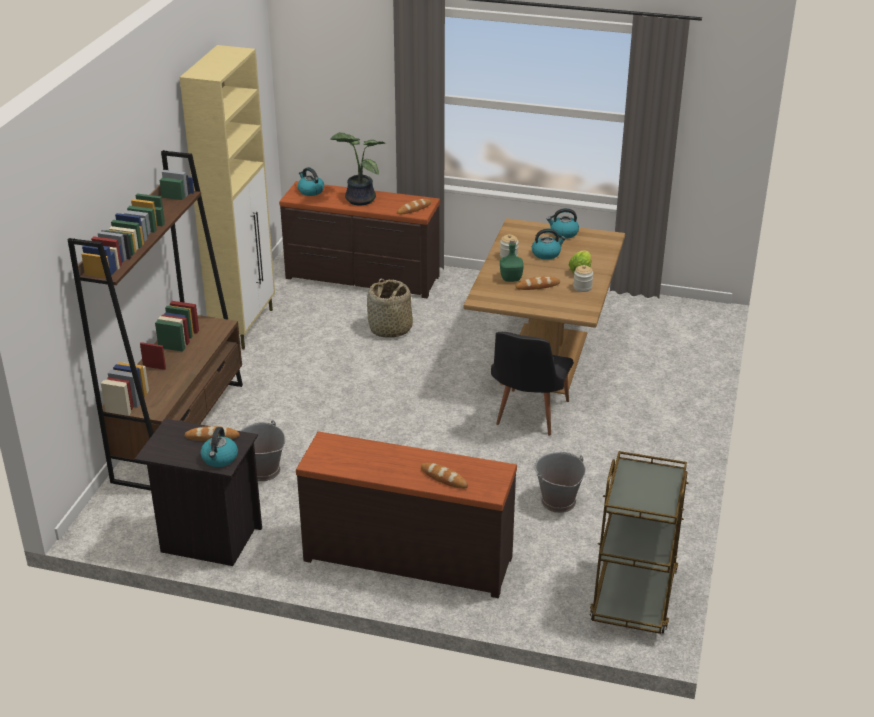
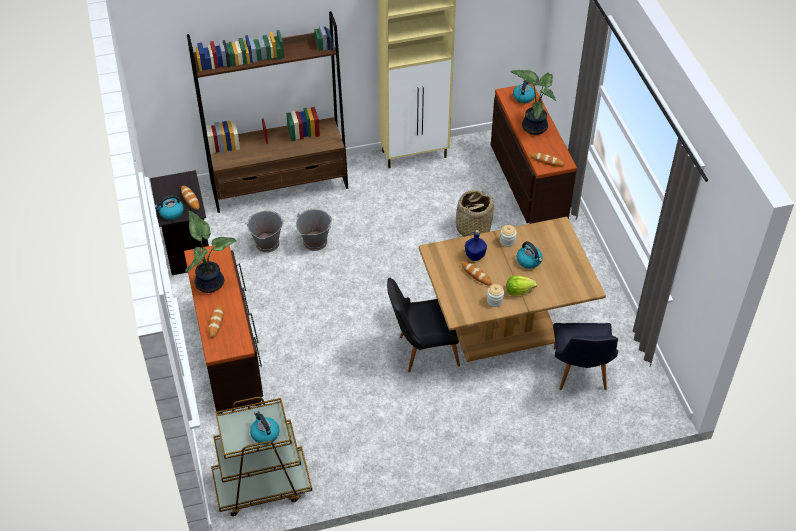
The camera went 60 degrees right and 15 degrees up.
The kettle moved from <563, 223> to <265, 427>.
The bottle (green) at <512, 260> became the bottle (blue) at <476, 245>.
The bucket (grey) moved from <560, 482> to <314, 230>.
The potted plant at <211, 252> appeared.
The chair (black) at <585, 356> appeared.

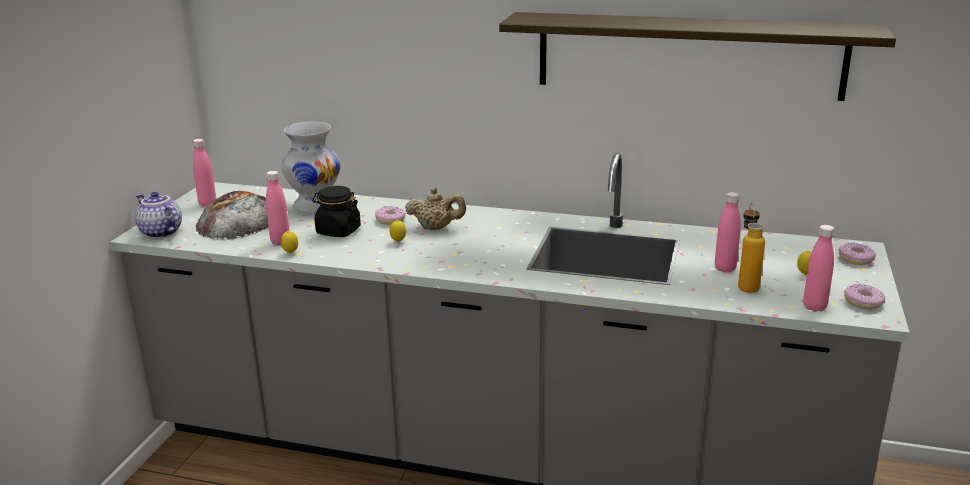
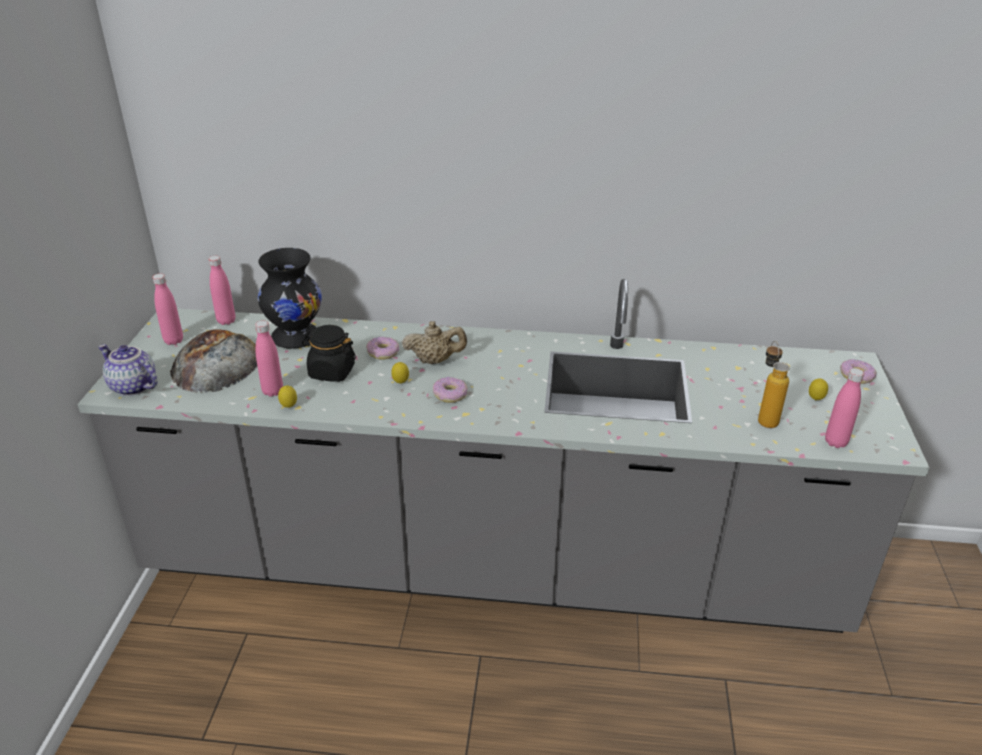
The camera went 10 degrees left and 10 degrees up.
The shelf at <697, 56> disappeared.
The vase (white) at <311, 167> became the vase (black) at <290, 298>.
The bottle (pink) moved from <728, 232> to <221, 290>.
The donut moved from <864, 296> to <450, 390>.

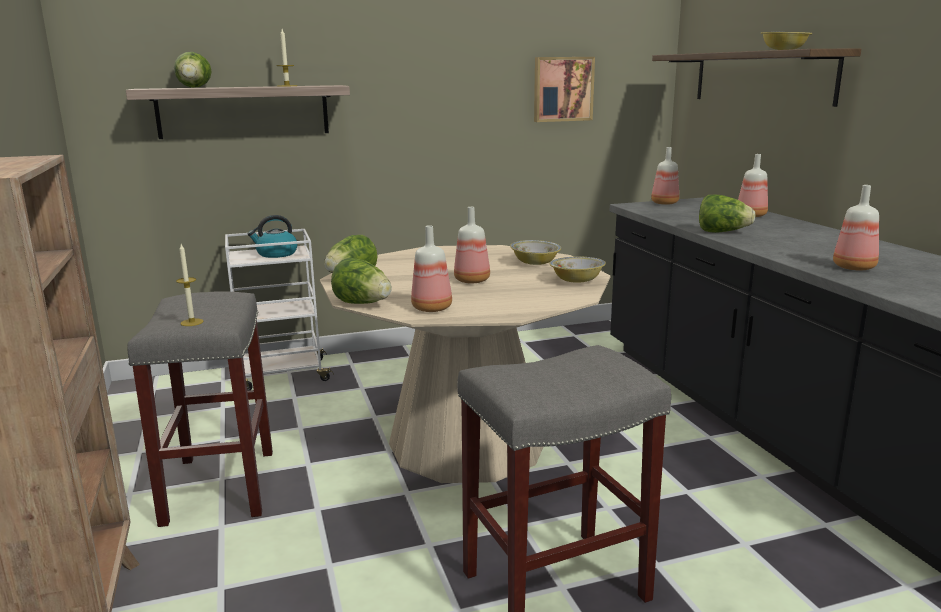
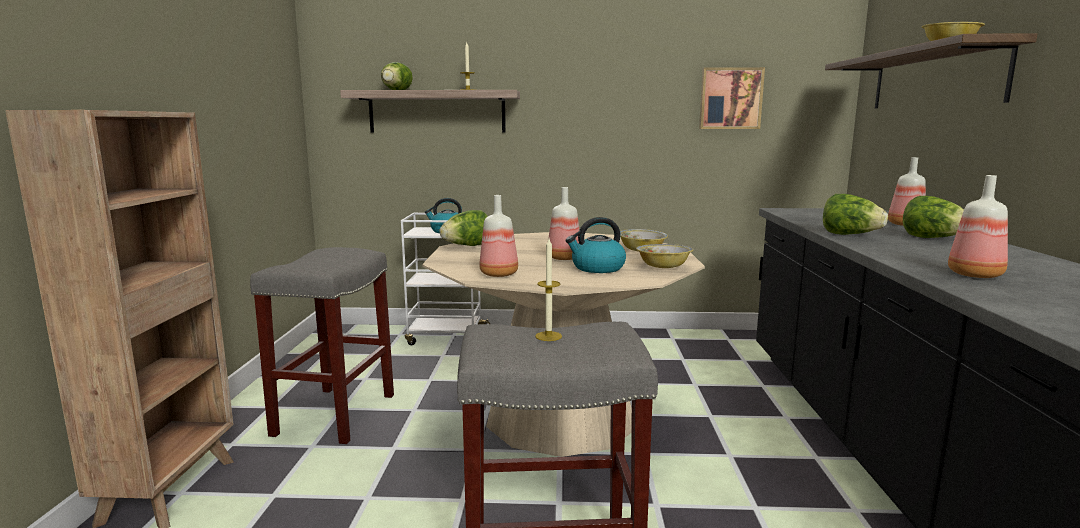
The camera went 20 degrees right and 5 degrees down.
The bottle at <665, 176> disappeared.
The candle moved from <190, 285> to <548, 290>.
The lettuce moved from <361, 281> to <933, 217>.
The kettle at <596, 245> appeared.

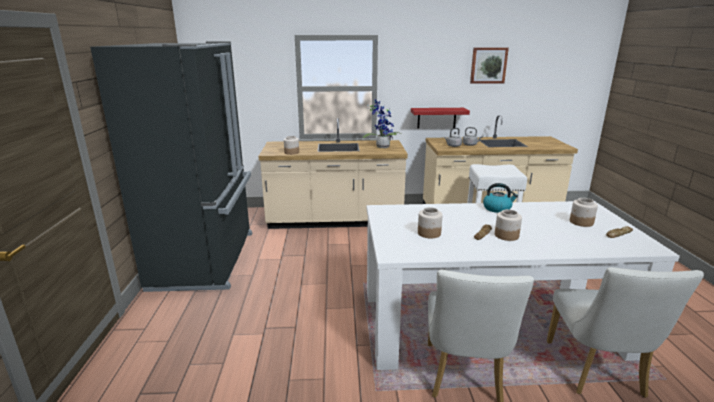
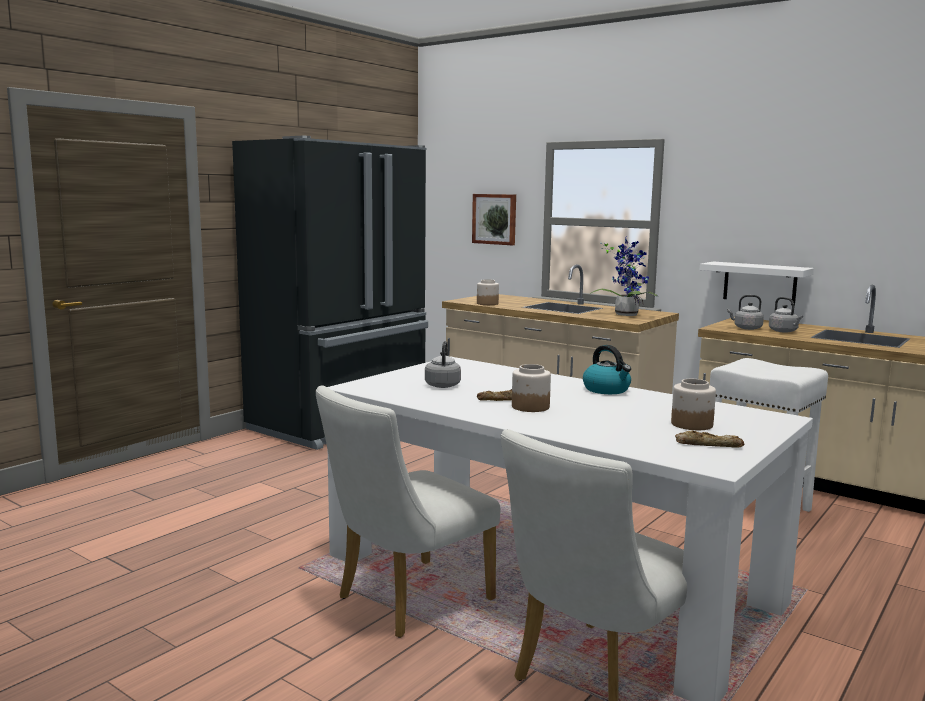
The camera went 40 degrees right and 10 degrees down.
The picture moved from <489, 66> to <494, 219>.
The shelf (red) at <440, 118> became the shelf (white) at <757, 284>.
The jar at <430, 222> was replaced by the kettle (grey) at <443, 364>.

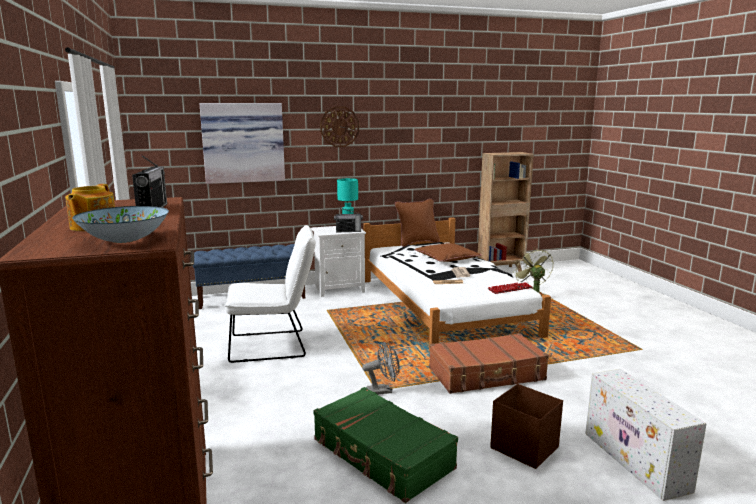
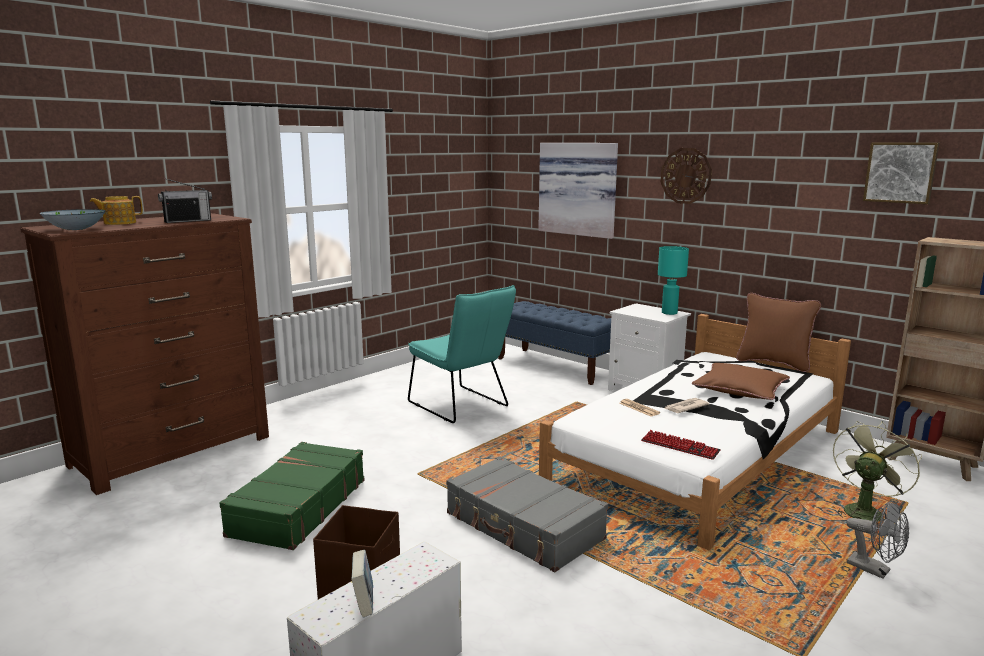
The camera went 60 degrees right and 0 degrees up.
The radio at <348, 219> disappeared.
The chair (white) at <270, 294> became the chair (turquoise) at <462, 354>.
The suitcase (brown) at <489, 363> became the suitcase (grey) at <527, 514>.
The fan (grey) moved from <381, 368> to <878, 540>.
The picture at <901, 173> appeared.
The book at <362, 583> appeared.

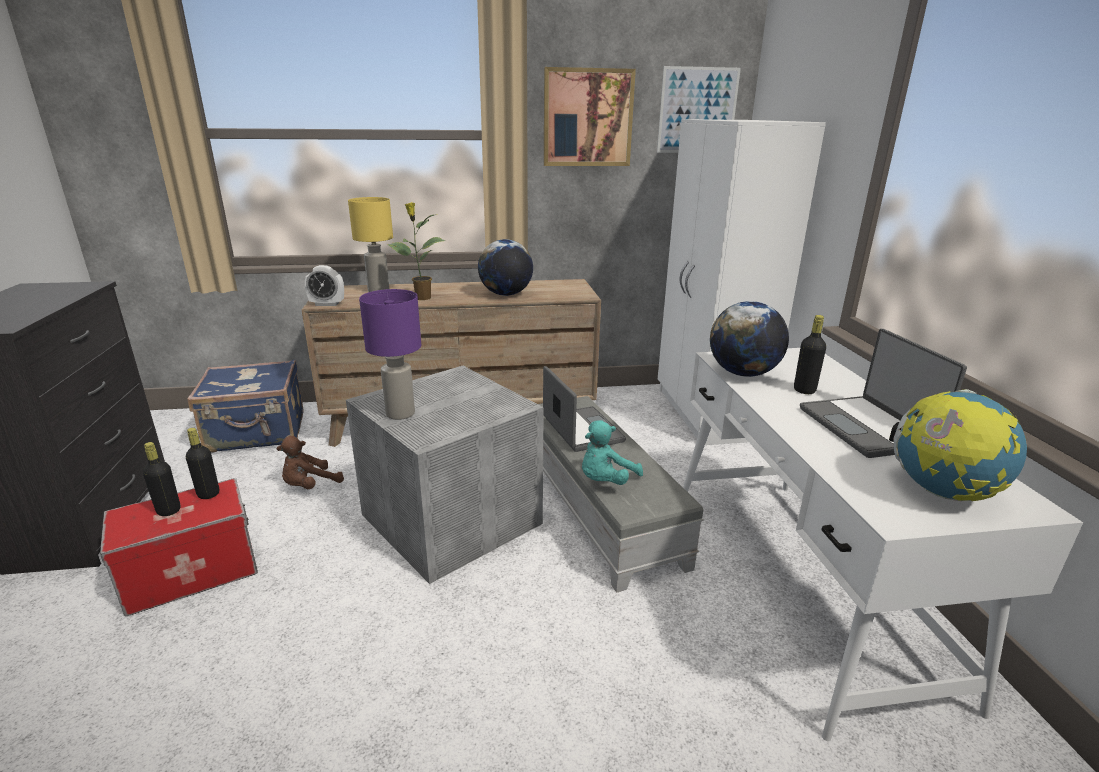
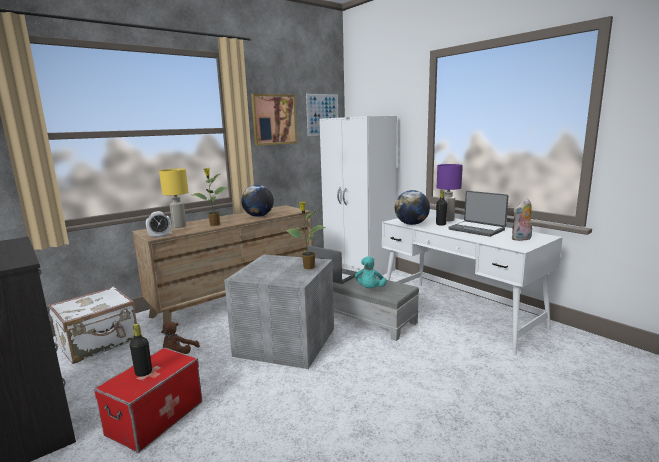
The camera went 30 degrees left and 10 degrees down.
The table lamp (purple) moved from <390, 354> to <450, 192>.
The suitcase (blue) at <246, 406> became the suitcase (white) at <92, 325>.
The globe at <958, 445> was replaced by the plush toy at <522, 220>.
The bottle (black) at <202, 463> disappeared.
The potted plant at <305, 235> appeared.

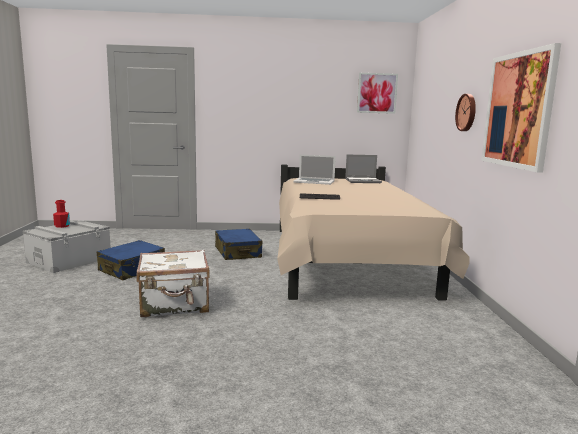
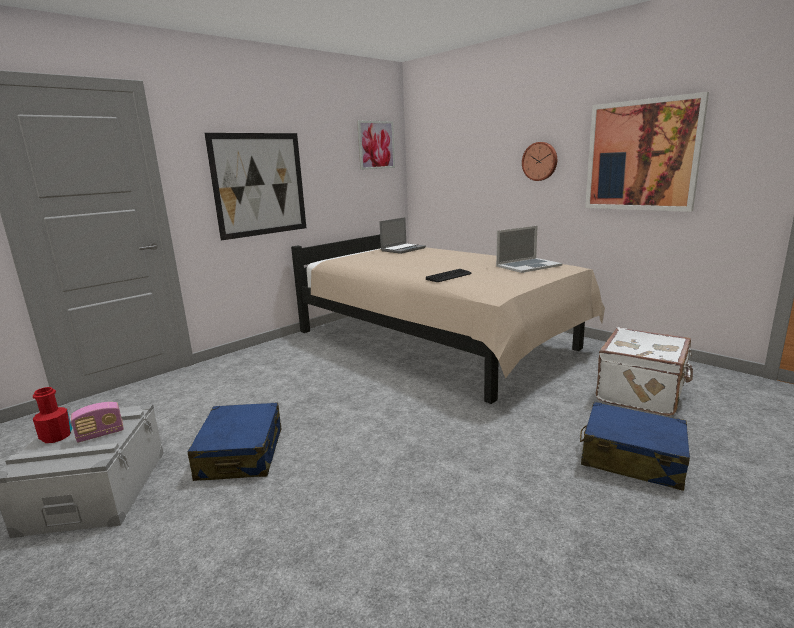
The camera went 40 degrees left and 5 degrees up.
The laptop moved from <314, 169> to <529, 249>.
The suitcase (blue) moved from <238, 244> to <635, 446>.
The suitcase (white) moved from <173, 283> to <644, 371>.
The picture at <255, 187> appeared.
The radio at <97, 422> appeared.

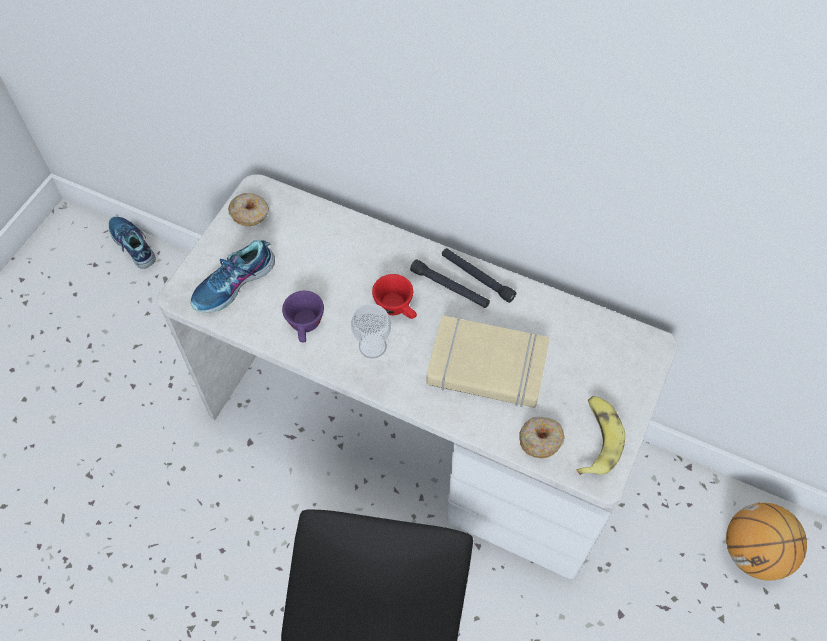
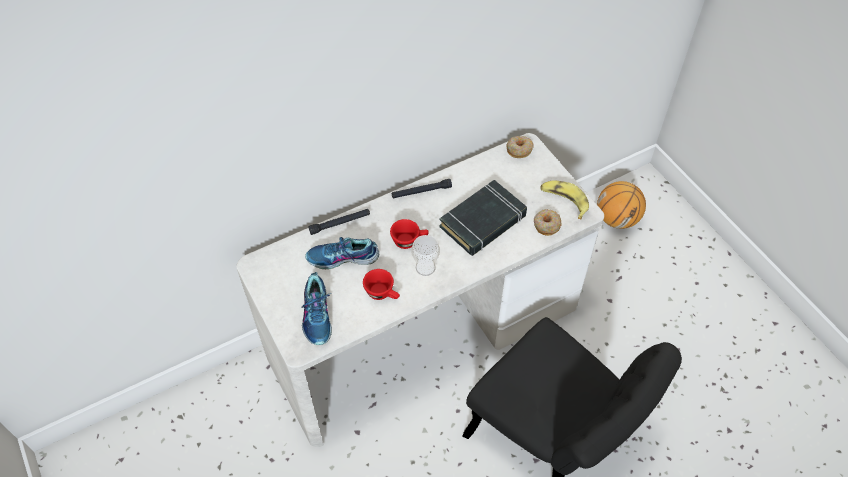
The camera went 55 degrees left and 5 degrees down.
The donut moved from <248, 209> to <520, 147>.
The shoe moved from <132, 243> to <342, 253>.
The flashlight (black) moved from <450, 283> to <339, 222>.
The cup (purple) at <303, 316> became the cup (red) at <381, 284>.
The book (beige) at <488, 361> became the book (black) at <483, 218>.

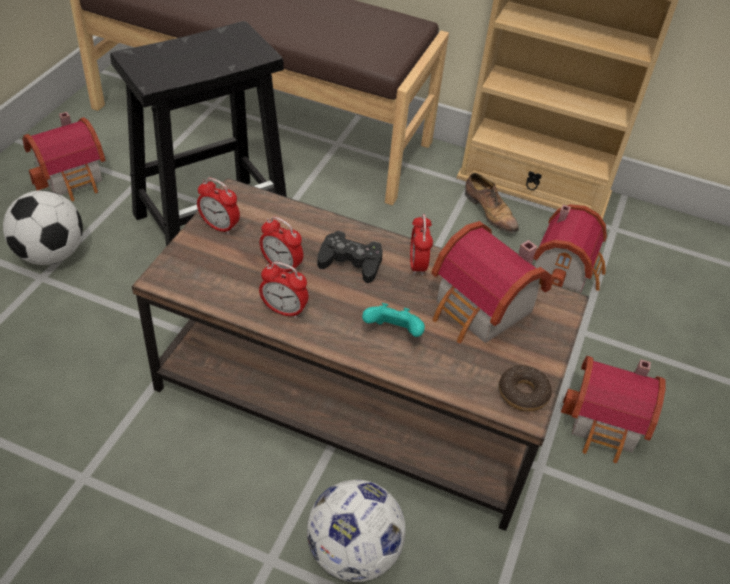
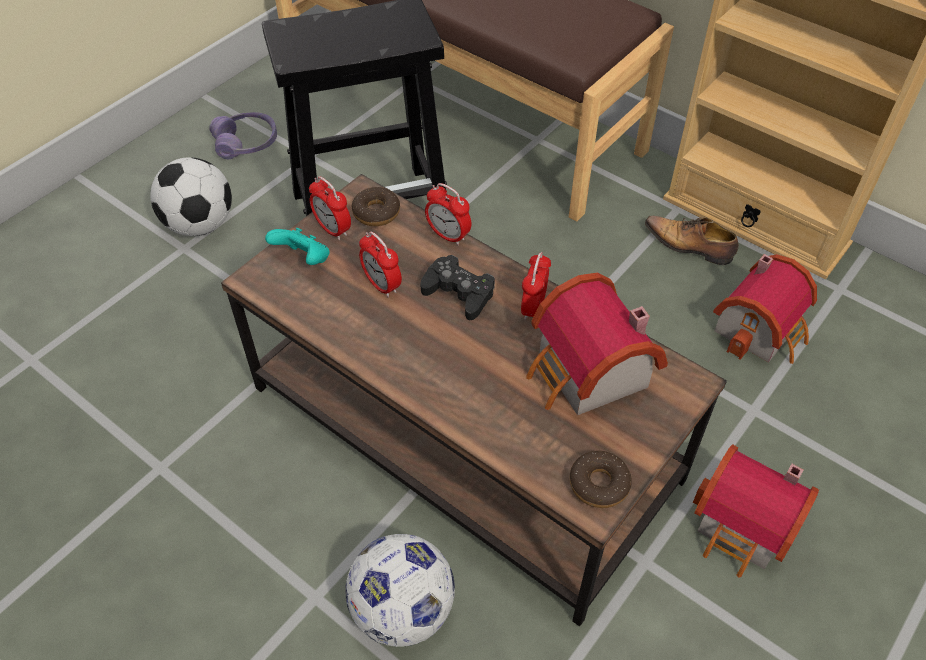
The camera went 20 degrees right and 5 degrees up.
The toy house at <64, 156> was replaced by the headphones (purple) at <243, 135>.
The shoe at <492, 203> turned 135 degrees clockwise.
The alarm clock moved from <284, 290> to <448, 214>.
The game controller (turquoise) moved from <393, 320> to <297, 246>.
The donut at <376, 206> appeared.

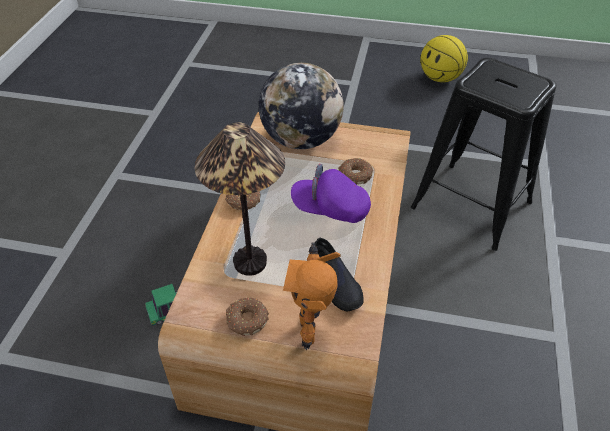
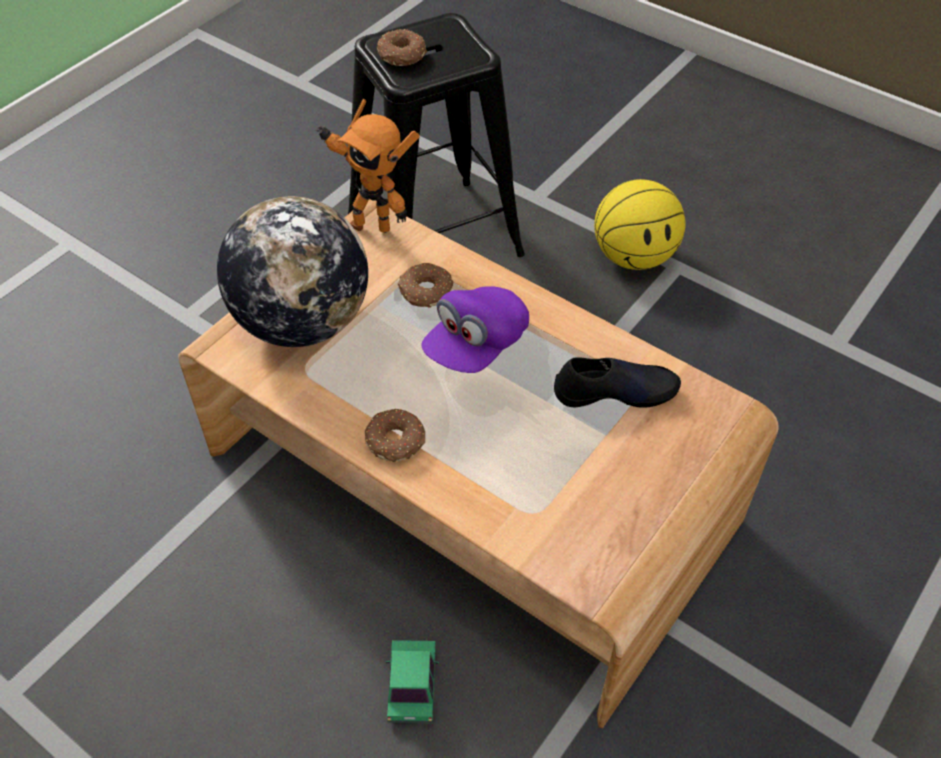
The camera went 65 degrees left and 5 degrees up.
The basketball moved from <444, 58> to <640, 224>.
The table lamp at <240, 199> disappeared.
The toy robot moved from <311, 296> to <368, 166>.
The donut moved from <247, 316> to <402, 47>.

